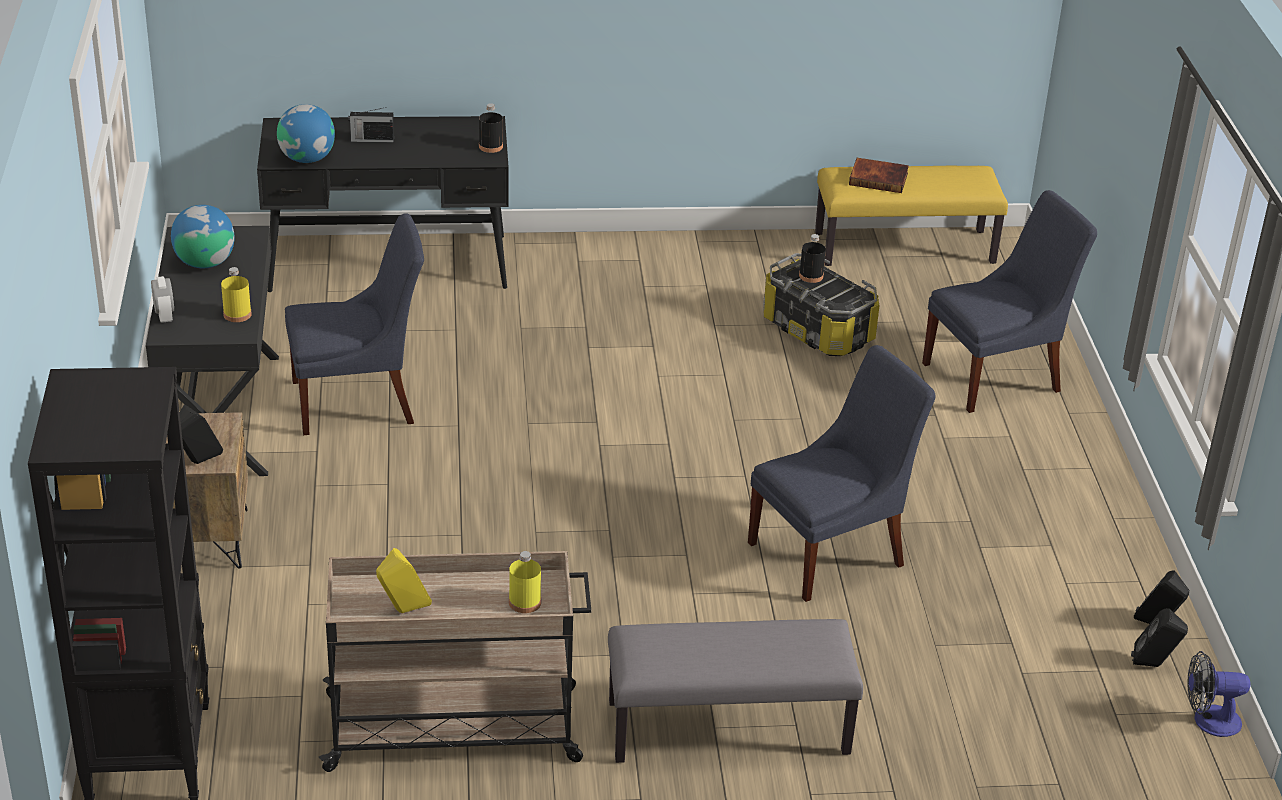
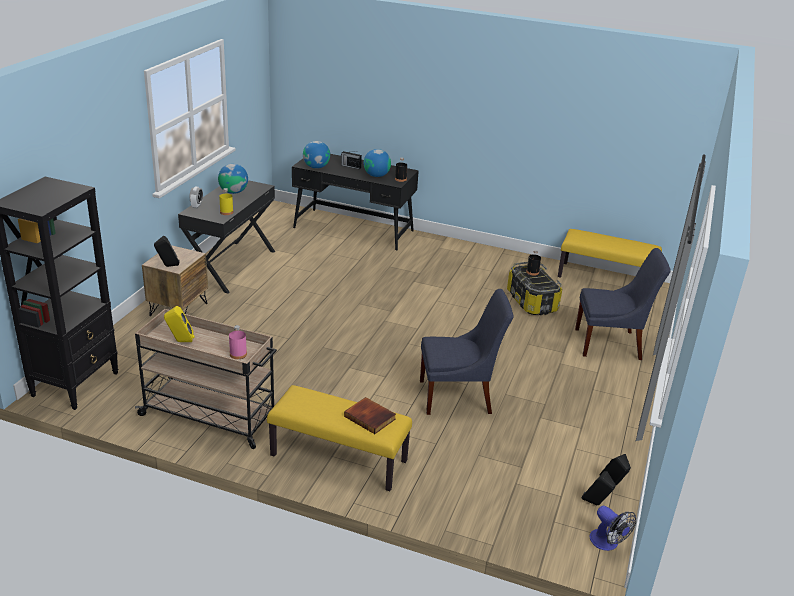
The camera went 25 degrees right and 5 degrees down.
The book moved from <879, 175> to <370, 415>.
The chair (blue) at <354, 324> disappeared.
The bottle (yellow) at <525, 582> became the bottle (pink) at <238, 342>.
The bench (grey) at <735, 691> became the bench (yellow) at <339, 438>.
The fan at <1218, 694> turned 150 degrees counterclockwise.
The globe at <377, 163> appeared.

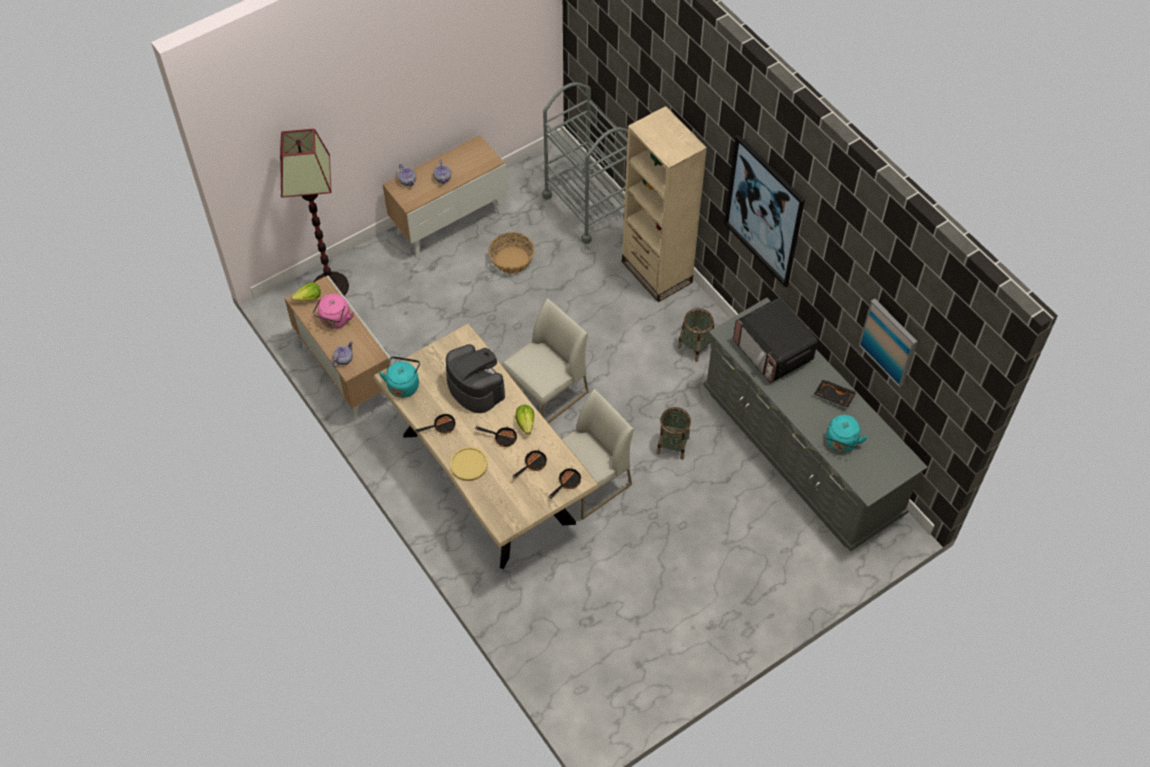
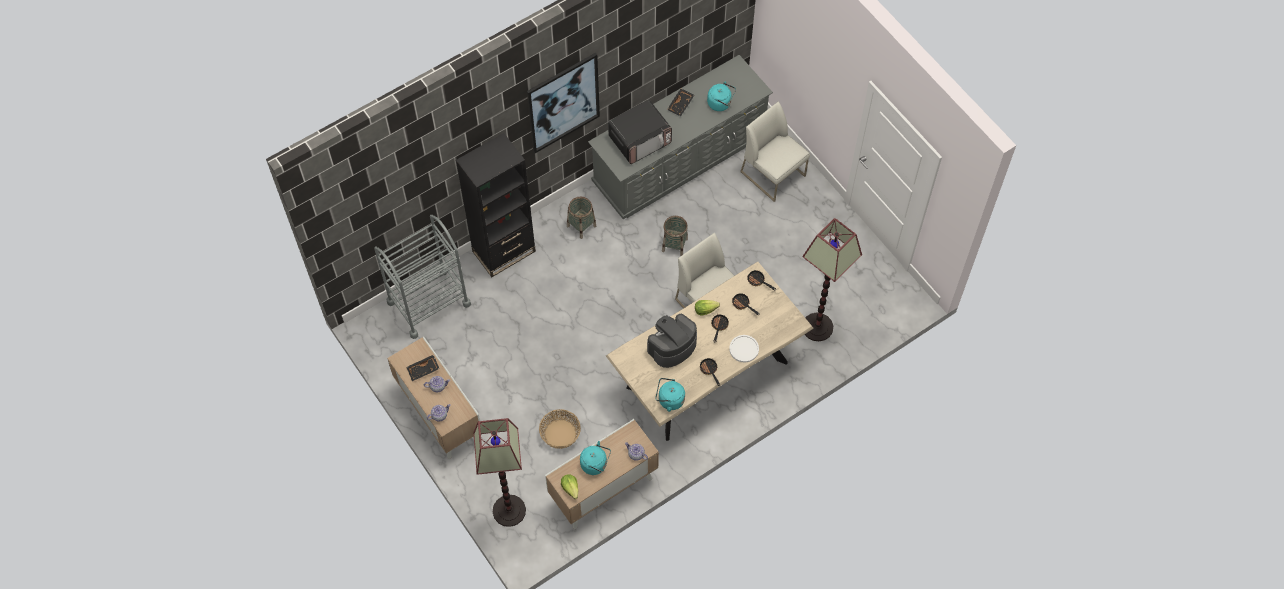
The camera went 90 degrees left and 5 degrees up.
The bookcase (beige) at <664, 204> became the bookcase (black) at <496, 205>.
The basket moved from <512, 253> to <560, 429>.
The kettle (pink) at <333, 311> became the kettle (turquoise) at <595, 458>.
The chair (white) moved from <545, 360> to <775, 151>.
The picture at <888, 342> disappeared.
The plate (yellow) at <469, 464> became the plate (white) at <744, 348>.
The floor lamp at <832, 279> appeared.
The tray (black) at <422, 368> appeared.

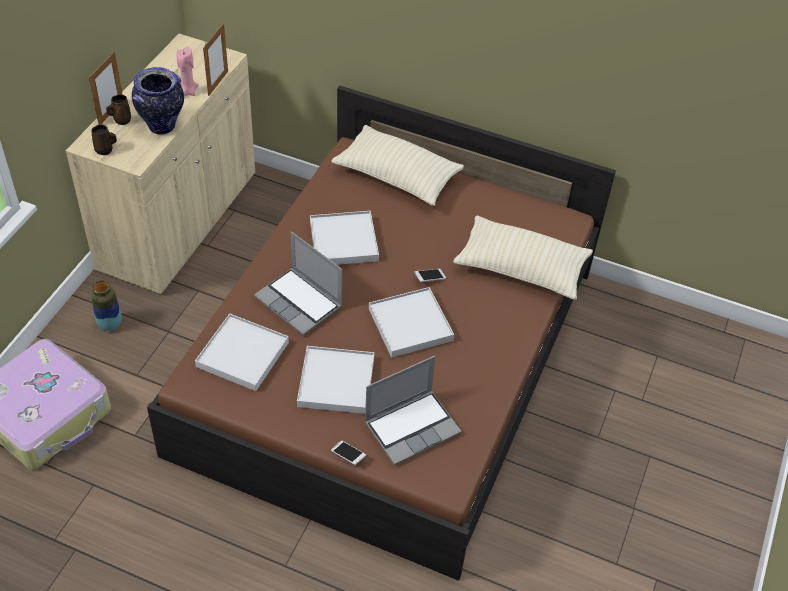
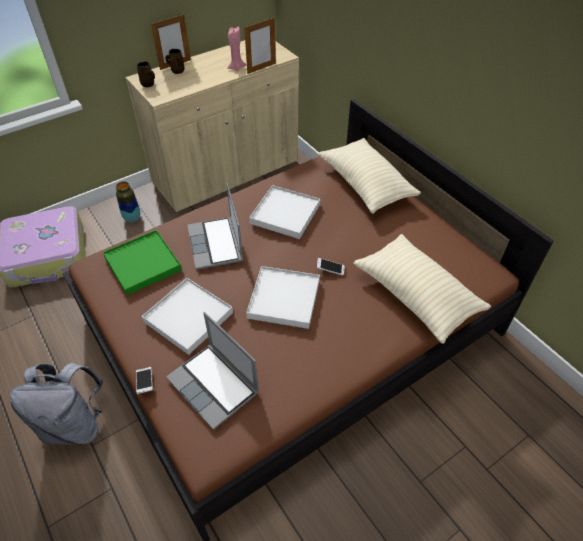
The camera went 35 degrees right and 0 degrees up.
The vase at <158, 101> disappeared.
The tray (white) at <242, 352> became the tray (green) at <142, 262>.
The laptop at <413, 410> turned 45 degrees clockwise.
The backpack (grey) at <56, 404> appeared.

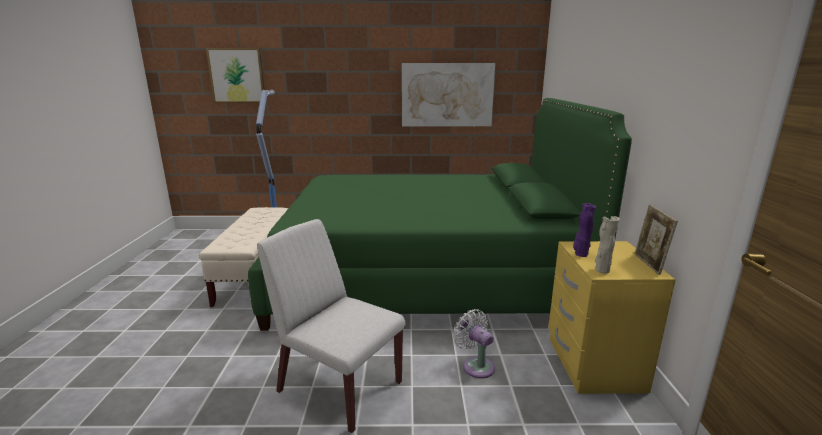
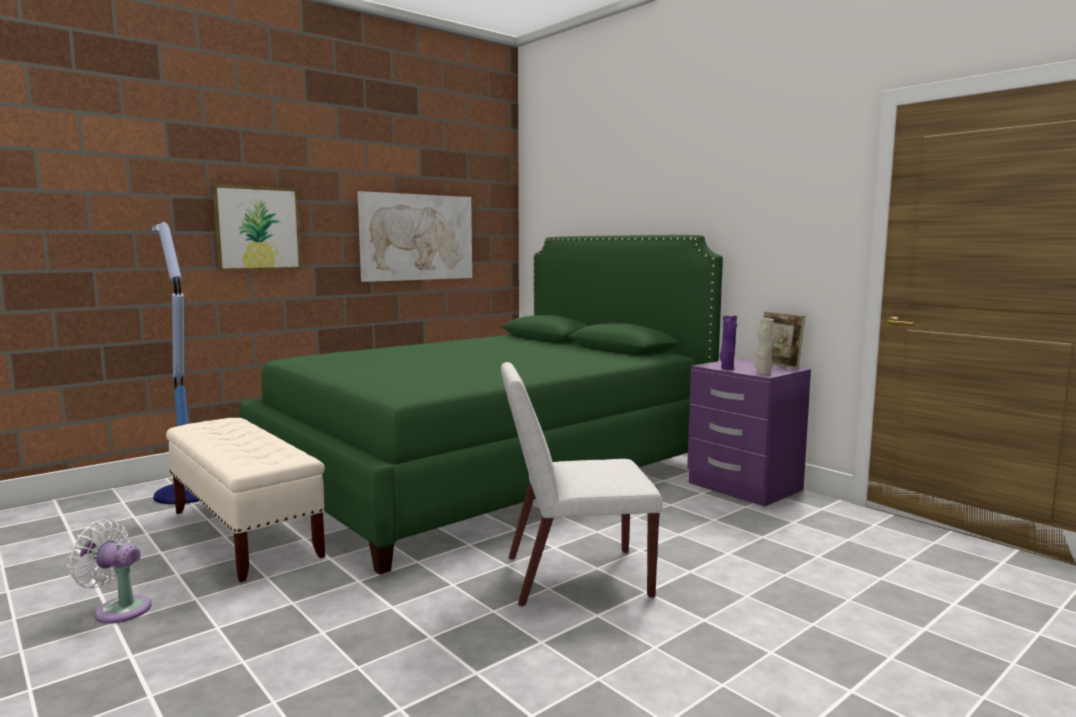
The camera went 40 degrees left and 10 degrees down.
The picture moved from <235, 75> to <257, 227>.
The nightstand (yellow) at <612, 317> became the nightstand (purple) at <749, 433>.
The fan (white) moved from <474, 344> to <109, 571>.

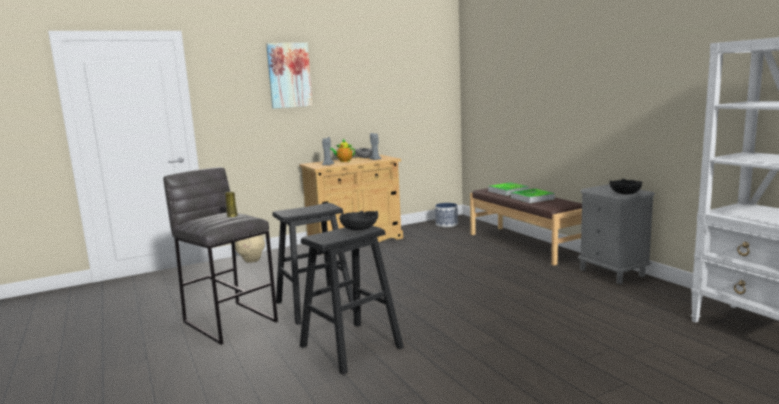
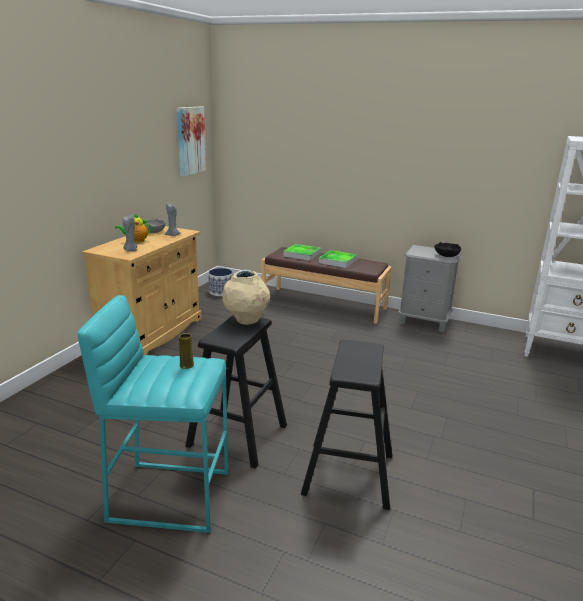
The camera went 40 degrees left and 10 degrees up.
The picture moved from <289, 76> to <191, 141>.
The stool (grey) at <220, 256> became the stool (turquoise) at <152, 414>.
The bowl (black) at <358, 220> disappeared.
The vase (beige) moved from <250, 249> to <246, 297>.

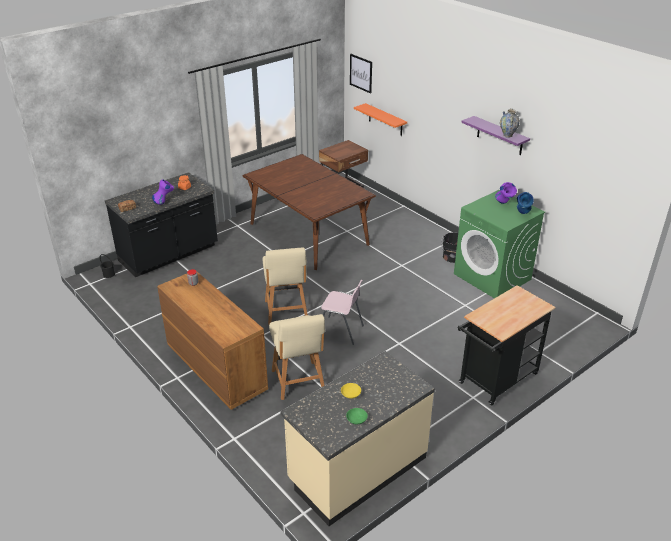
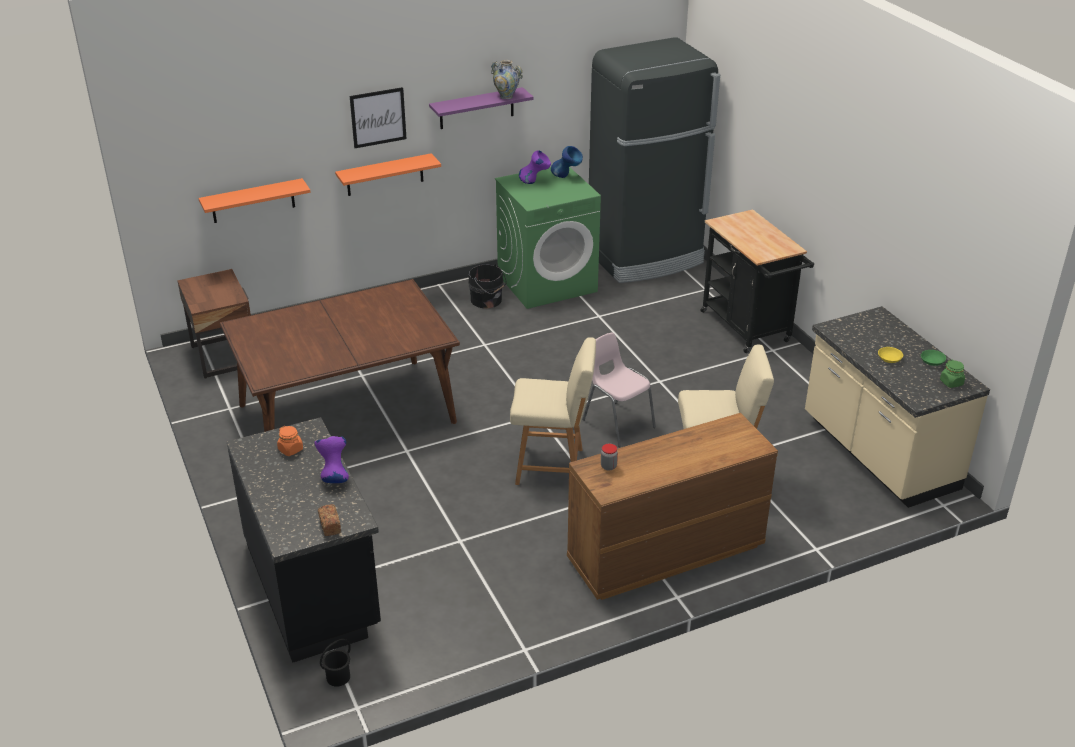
The camera went 75 degrees left and 0 degrees up.
The picture moved from <361, 74> to <378, 117>.
The chair (pink) at <342, 312> turned 75 degrees counterclockwise.
The fridge (black) at <654, 160> appeared.
The shelf (orange) at <388, 174> appeared.
The jar (green) at <952, 374> appeared.

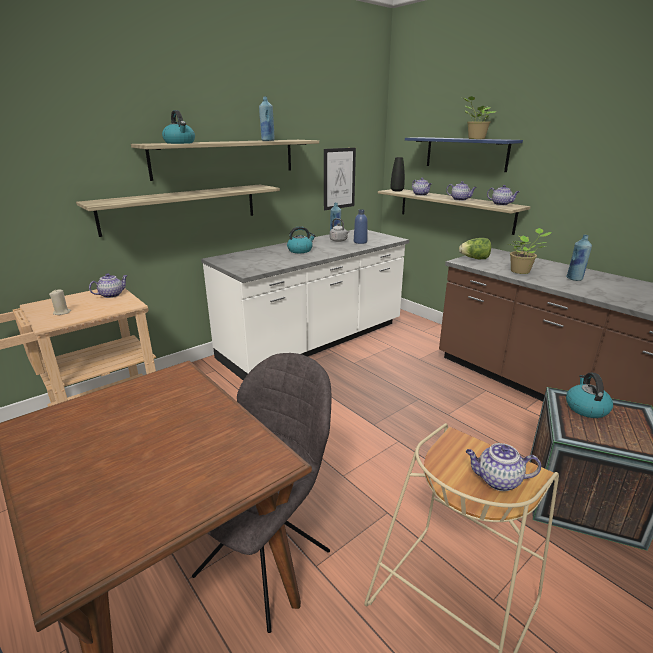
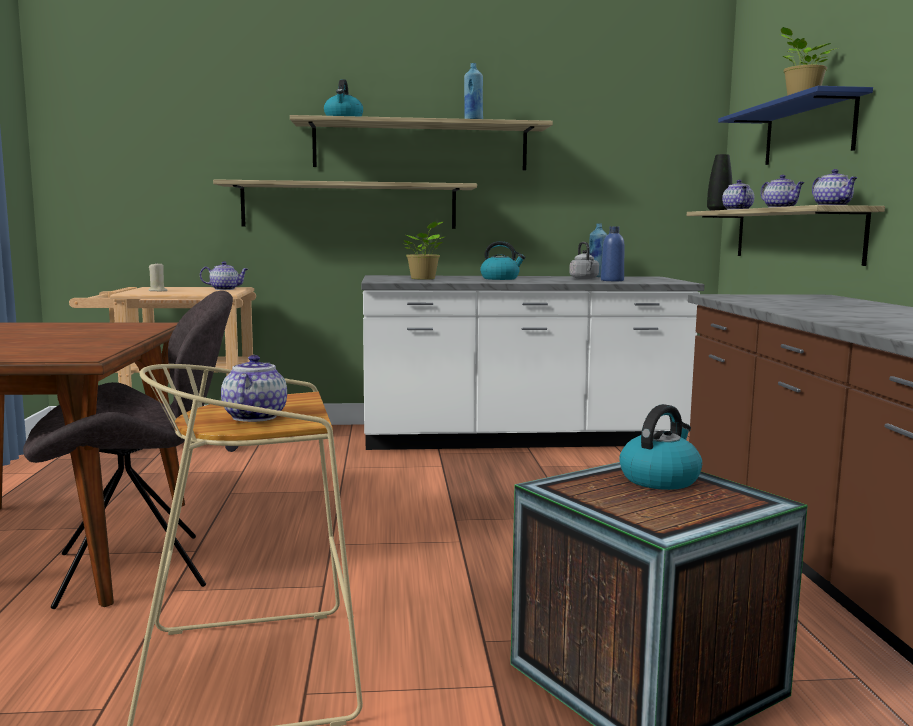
The camera went 35 degrees right and 15 degrees down.
The picture at <340, 179> disappeared.
The potted plant moved from <530, 251> to <422, 250>.
The bottle (blue) at <579, 258> disappeared.
The lettuce at <475, 248> disappeared.
The teapot at <503, 467> turned 45 degrees clockwise.

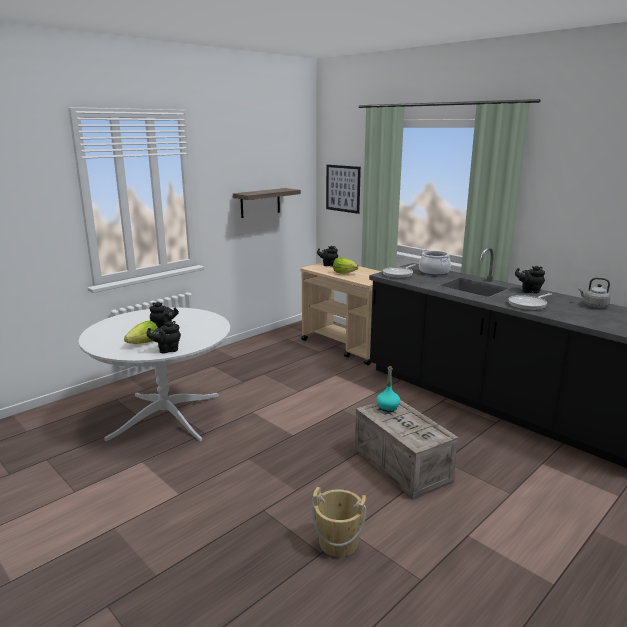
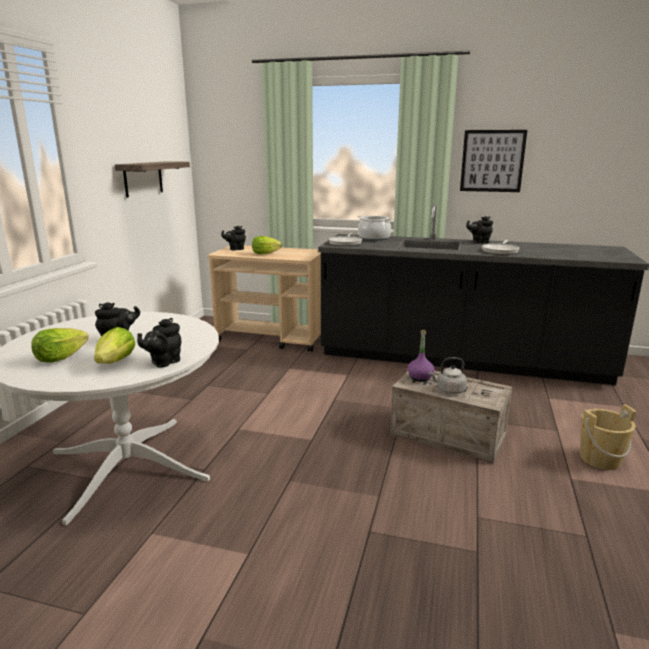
The camera went 30 degrees left and 0 degrees up.
The picture moved from <343, 189> to <493, 161>.
The kettle (grey) moved from <594, 293> to <448, 375>.
The bottle (turquoise) at <388, 389> became the bottle (purple) at <421, 356>.
The bucket (beige) moved from <339, 522> to <608, 437>.
The lettuce at <60, 345> appeared.

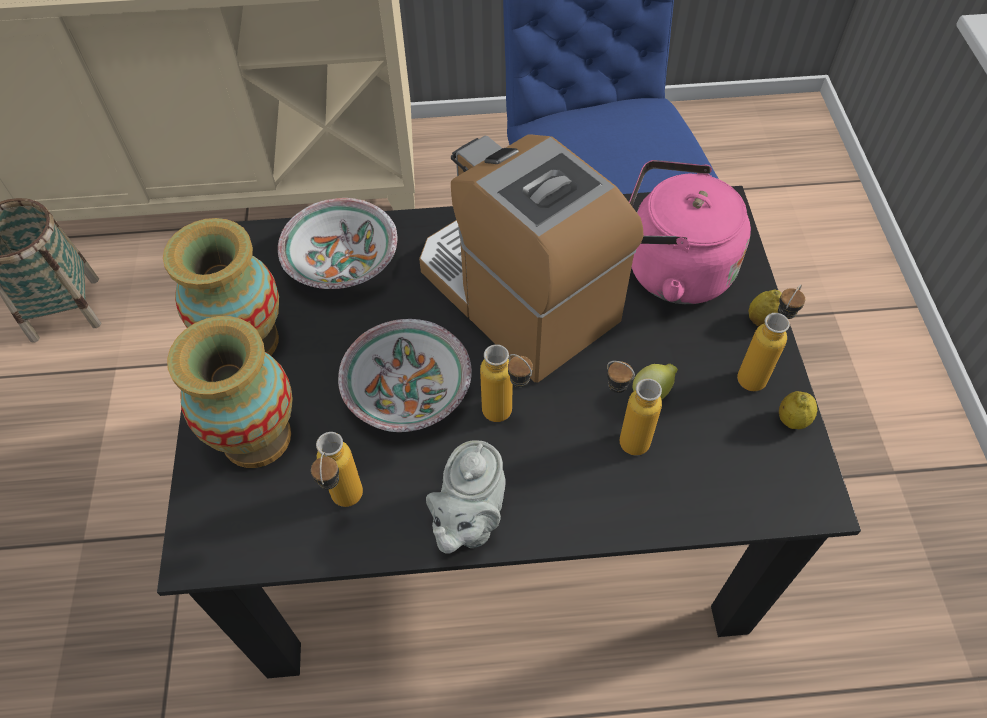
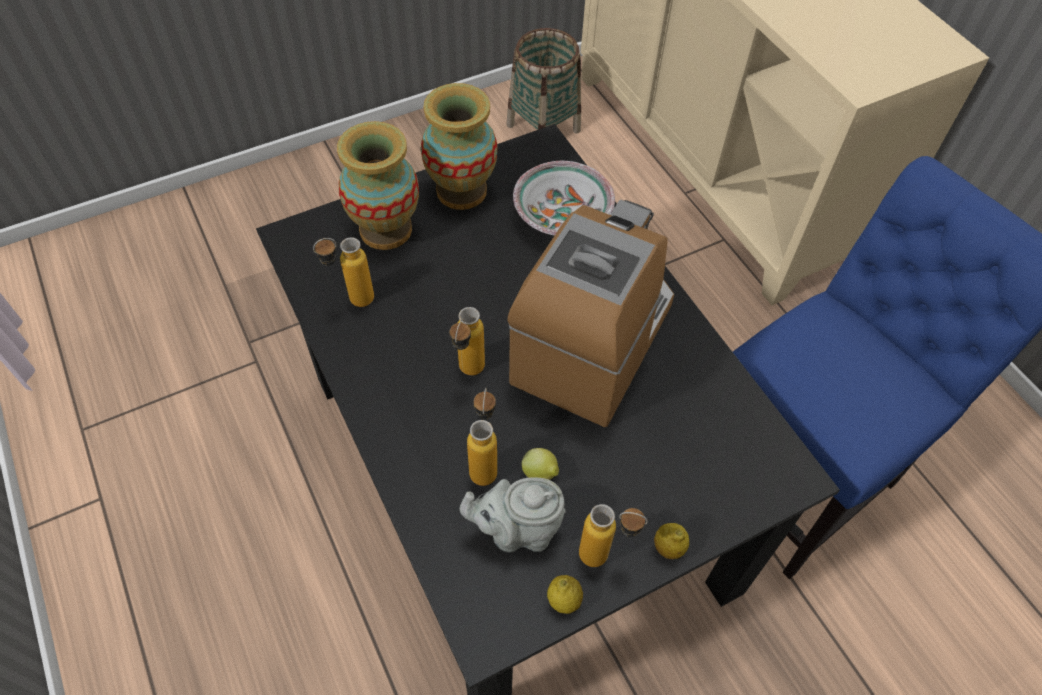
The camera went 65 degrees right and 0 degrees up.
The kettle (pink) at <690, 232> disappeared.
The bowl at <405, 375> disappeared.
The teapot (grey) moved from <466, 497> to <513, 514>.

